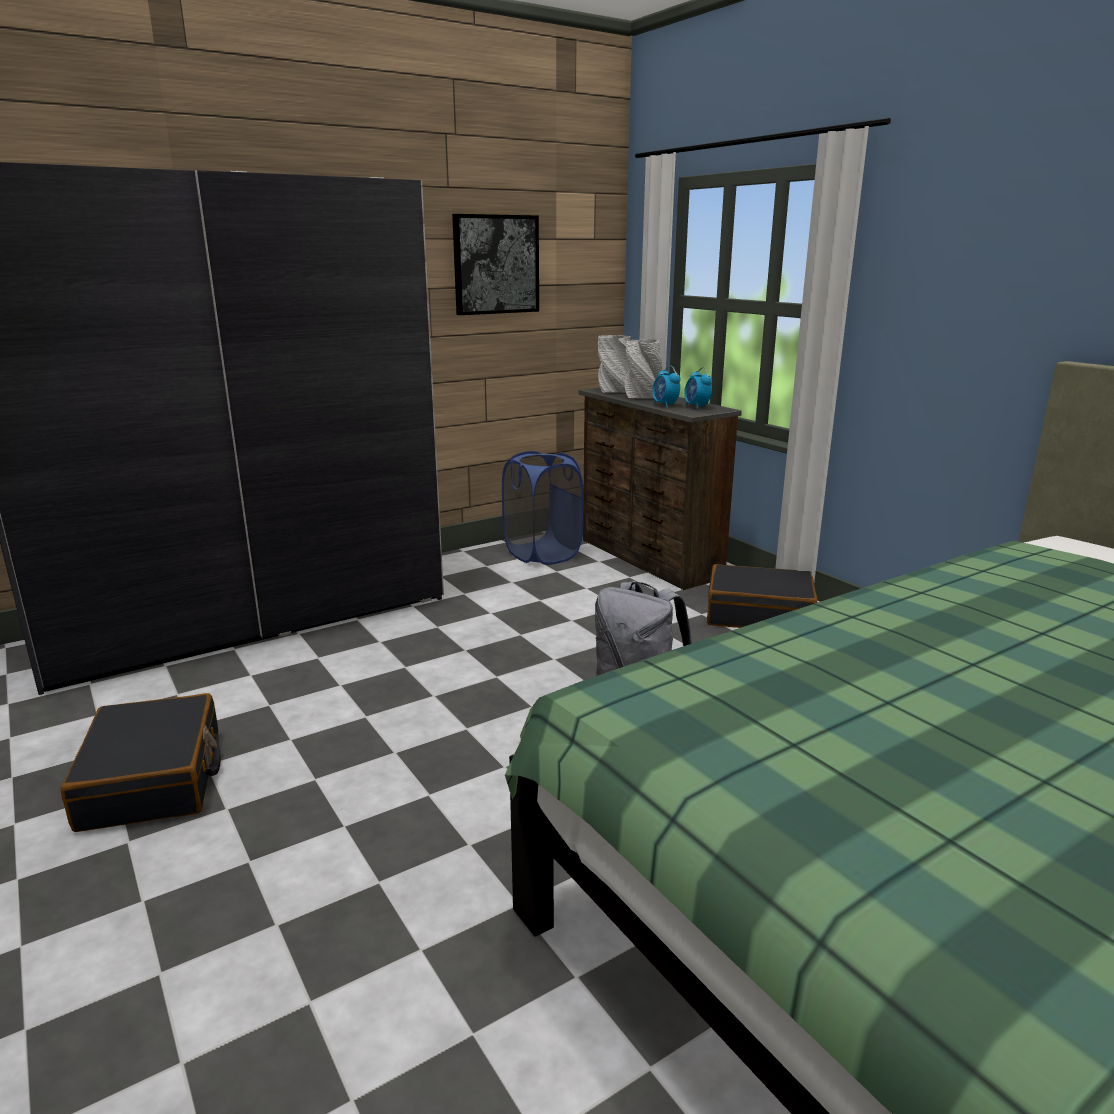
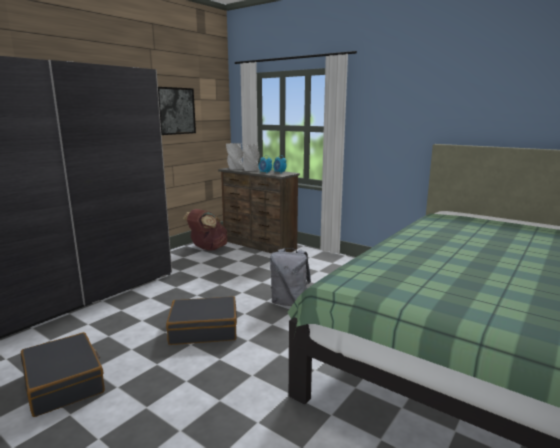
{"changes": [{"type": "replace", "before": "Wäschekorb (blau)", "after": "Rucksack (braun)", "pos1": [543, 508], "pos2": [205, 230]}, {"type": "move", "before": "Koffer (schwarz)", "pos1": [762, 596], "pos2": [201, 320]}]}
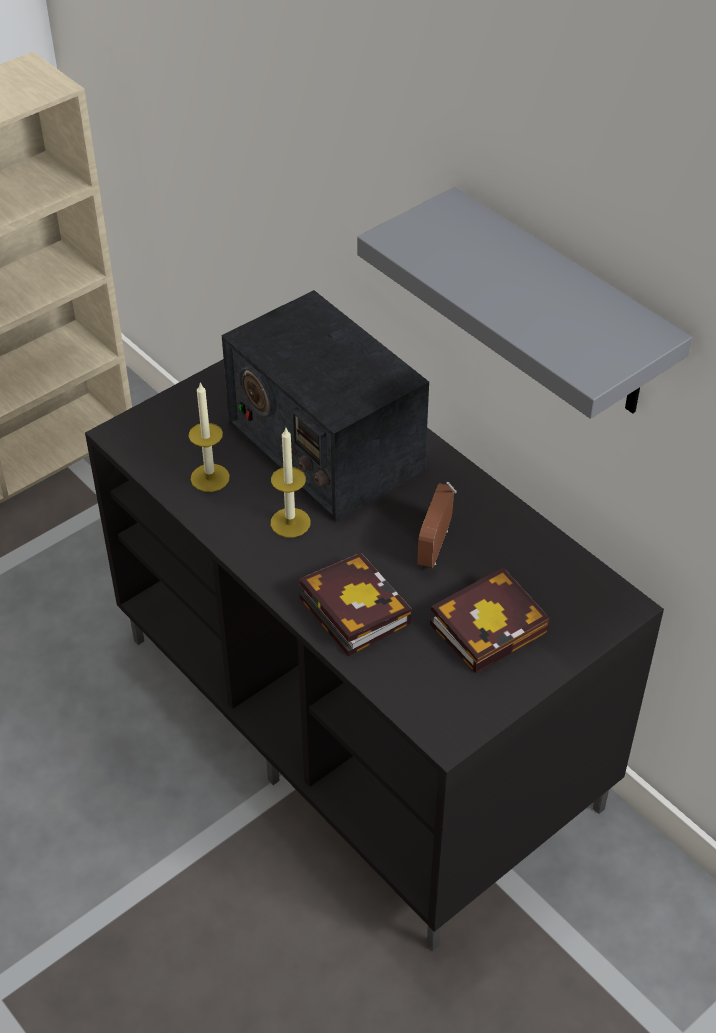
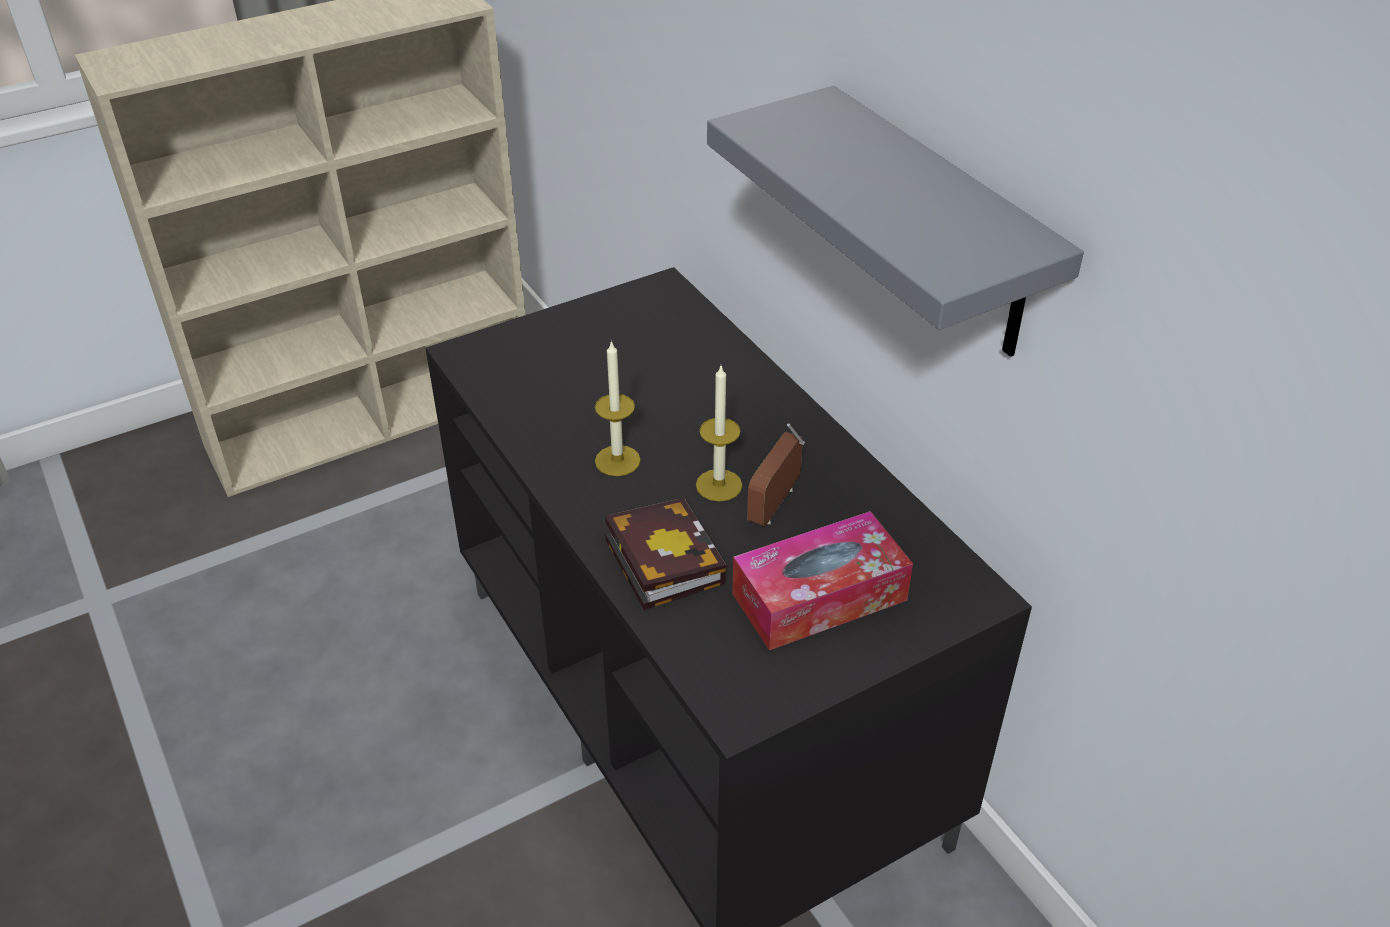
{"changes": [{"type": "delete", "before": "Radio", "pos1": [325, 406]}, {"type": "move", "before": "Kerze", "pos1": [209, 437], "pos2": [719, 434]}, {"type": "replace", "before": "Buch", "after": "Taschentuchbox", "pos1": [490, 620], "pos2": [822, 580]}]}
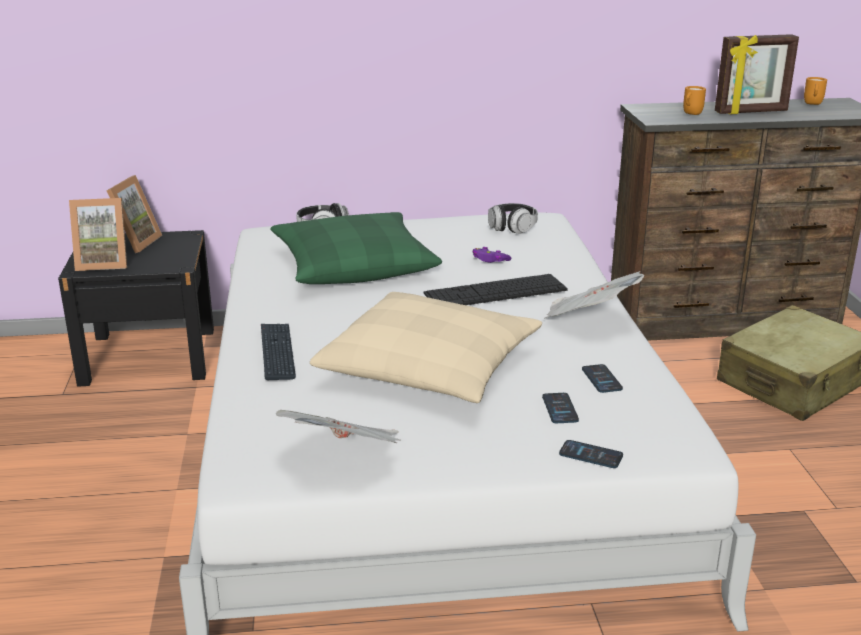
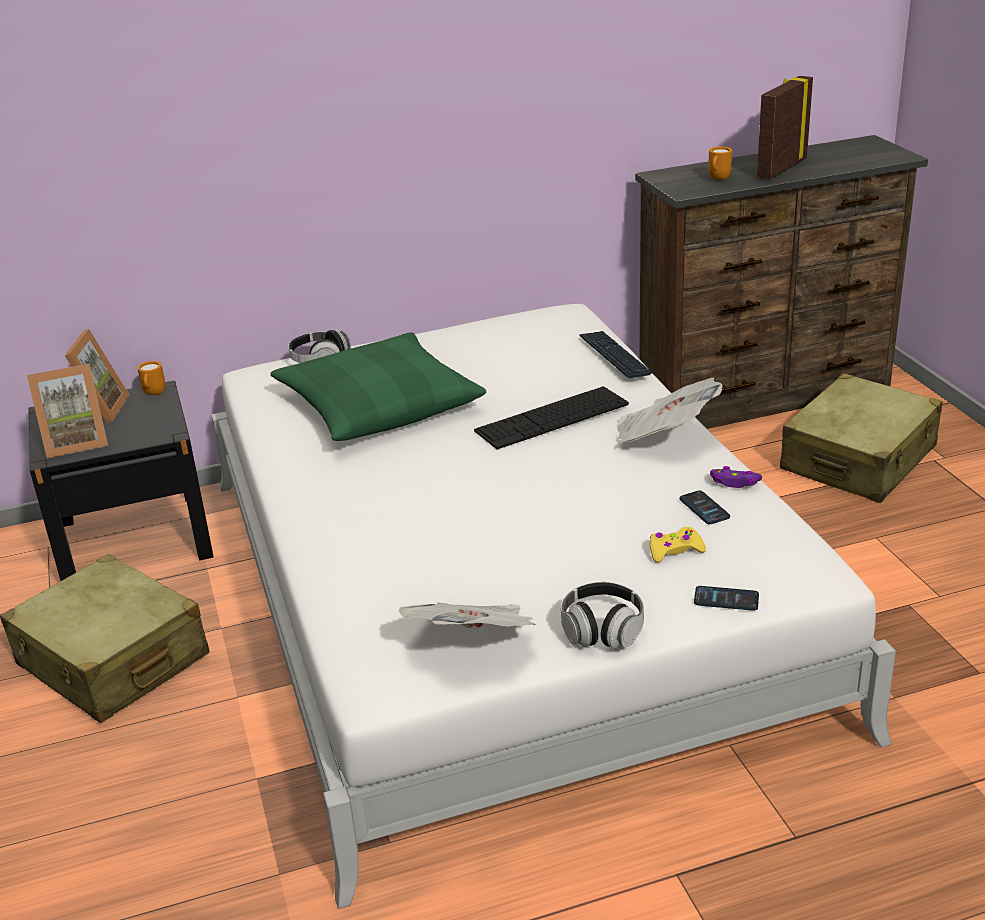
{"changes": [{"type": "rotate", "before": "Bilderrahmen", "pos1": [757, 74], "pos2": [785, 128], "turn": 150}, {"type": "move", "before": "Henkelbecher (orange)", "pos1": [815, 91], "pos2": [151, 378]}, {"type": "move", "before": "Kopfhörer", "pos1": [513, 218], "pos2": [602, 615]}, {"type": "move", "before": "Gamepad (lila)", "pos1": [491, 255], "pos2": [736, 477]}, {"type": "delete", "before": "Kissen (beige)", "pos1": [426, 347]}, {"type": "move", "before": "Tastatur", "pos1": [278, 352], "pos2": [615, 355]}, {"type": "replace", "before": "Handy", "after": "Gamepad (gelb)", "pos1": [560, 408], "pos2": [678, 545]}, {"type": "insert", "after": "Koffer (beige)", "pos2": [105, 638]}]}
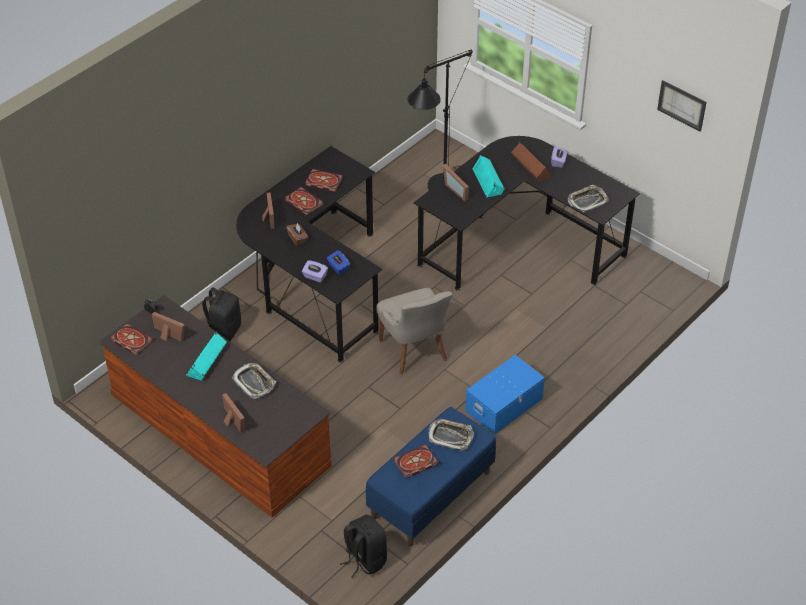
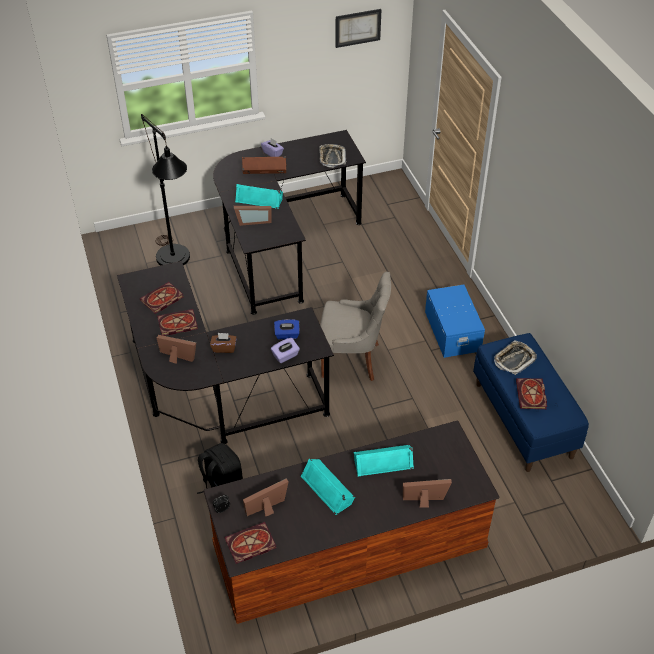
{"changes": [{"type": "replace", "before": "Tablett", "after": "Lautsprecher (türkis)", "pos1": [254, 381], "pos2": [384, 460]}, {"type": "delete", "before": "Rucksack (schwarz)", "pos1": [363, 546]}]}
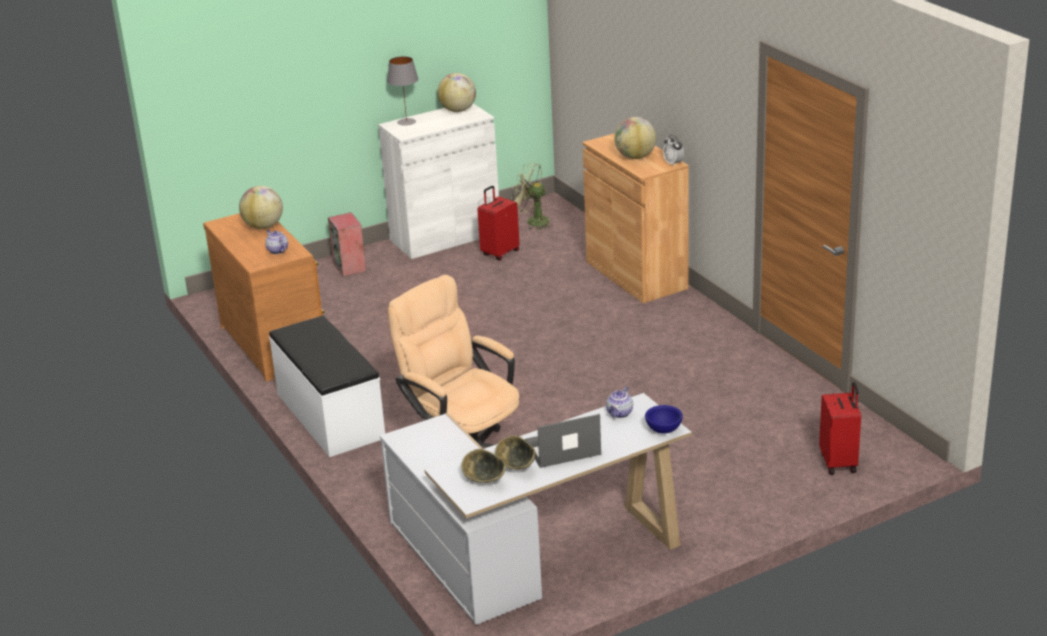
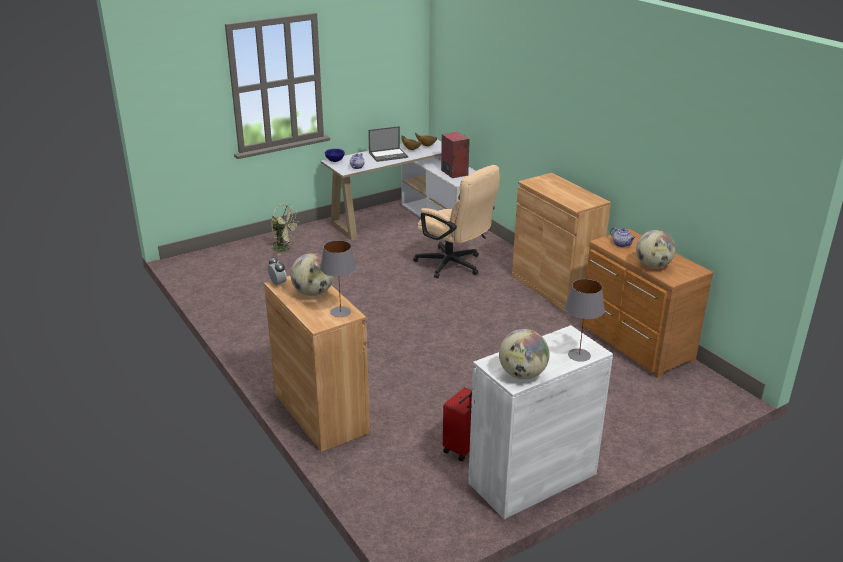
{"changes": [{"type": "move", "before": "Ventilator (grün)", "pos1": [532, 196], "pos2": [285, 230]}, {"type": "move", "before": "Lautsprecher", "pos1": [347, 244], "pos2": [455, 155]}, {"type": "replace", "before": "Bank (weiß)", "after": "Schrank (braun)", "pos1": [327, 386], "pos2": [561, 242]}, {"type": "delete", "before": "Koffer (rot)", "pos1": [840, 428]}, {"type": "insert", "after": "Tischlampe (grau)", "pos2": [338, 278]}]}
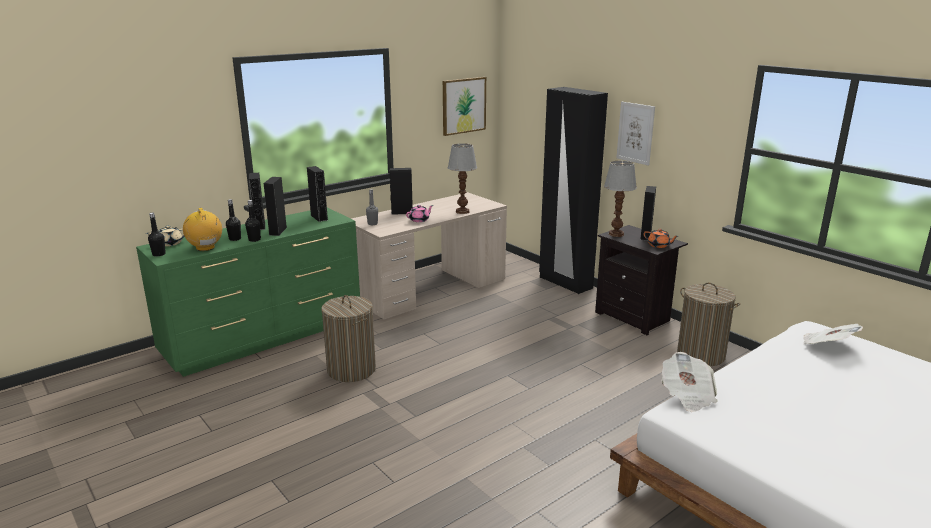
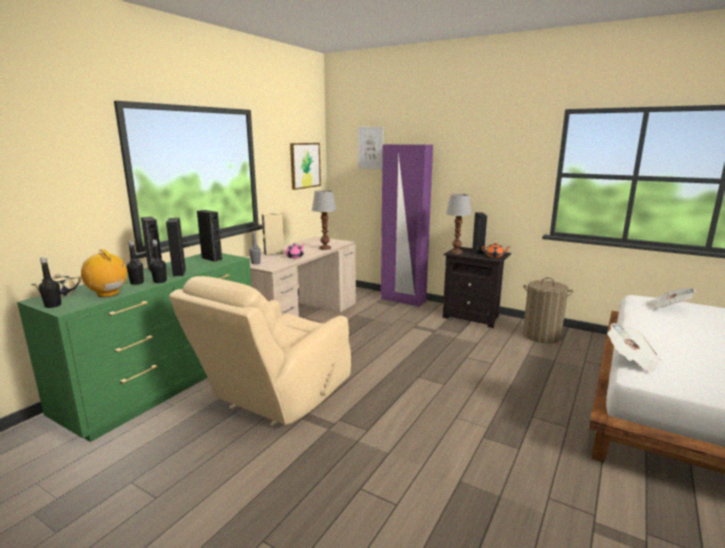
{"changes": [{"type": "recolor", "before": "Kleiderschrank (schwarz)", "after": "Kleiderschrank (lila)", "pos1": [573, 190], "pos2": [407, 225]}, {"type": "move", "before": "Bild", "pos1": [635, 133], "pos2": [371, 147]}, {"type": "recolor", "before": "Lautsprecher (schwarz)", "after": "Lautsprecher (beige)", "pos1": [401, 191], "pos2": [273, 234]}, {"type": "replace", "before": "Wäschekorb", "after": "Sessel (beige)", "pos1": [348, 338], "pos2": [260, 351]}]}
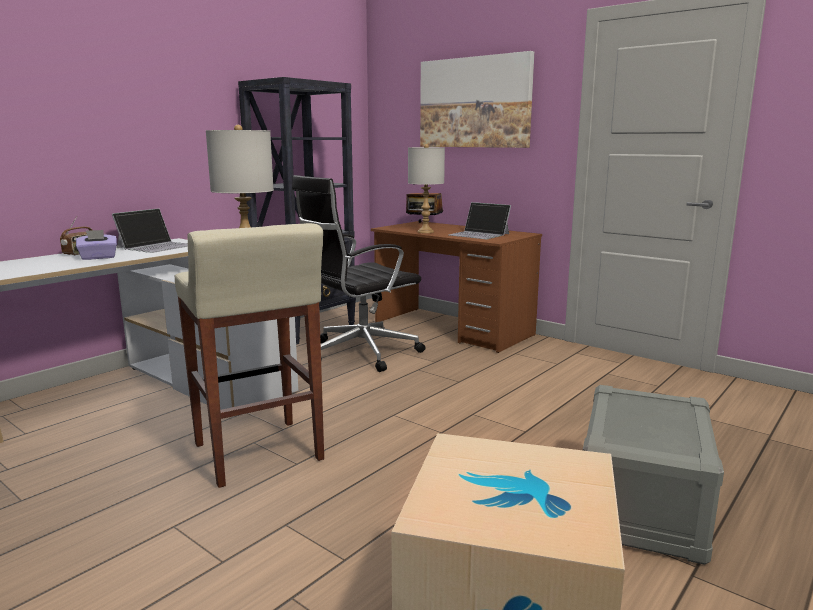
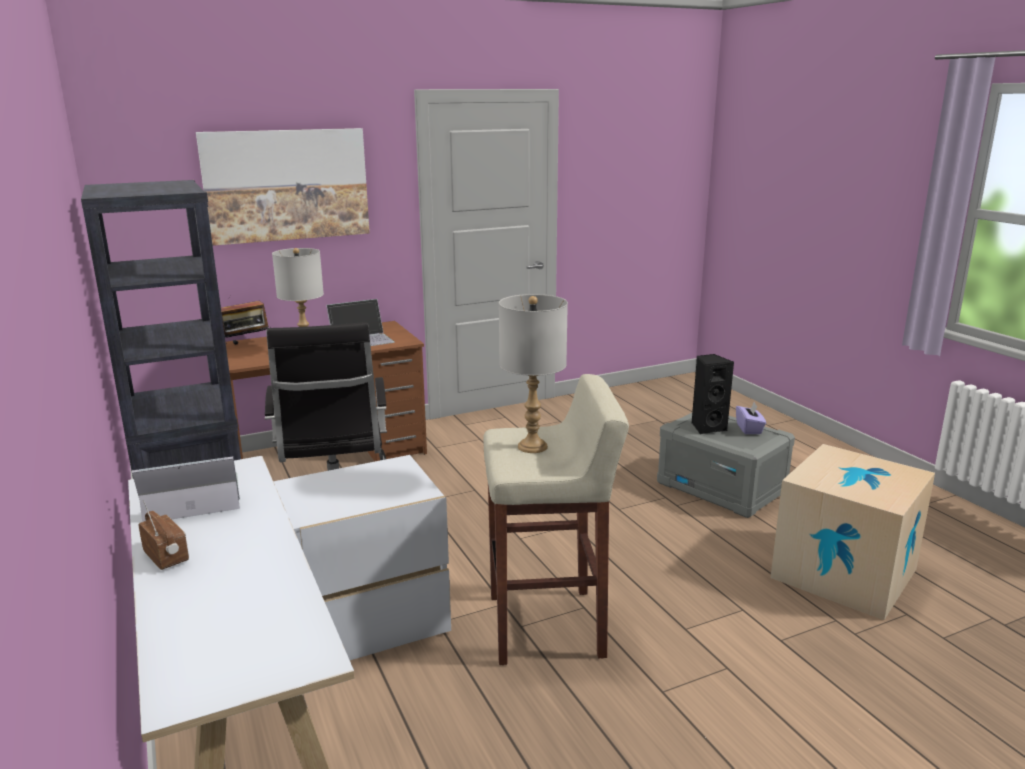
{"changes": [{"type": "rotate", "before": "Laptop", "pos1": [150, 230], "pos2": [186, 489], "turn": -75}, {"type": "move", "before": "Taschentuchbox (lila)", "pos1": [96, 245], "pos2": [751, 418]}, {"type": "insert", "after": "Lautsprecher (schwarz)", "pos2": [713, 394]}]}
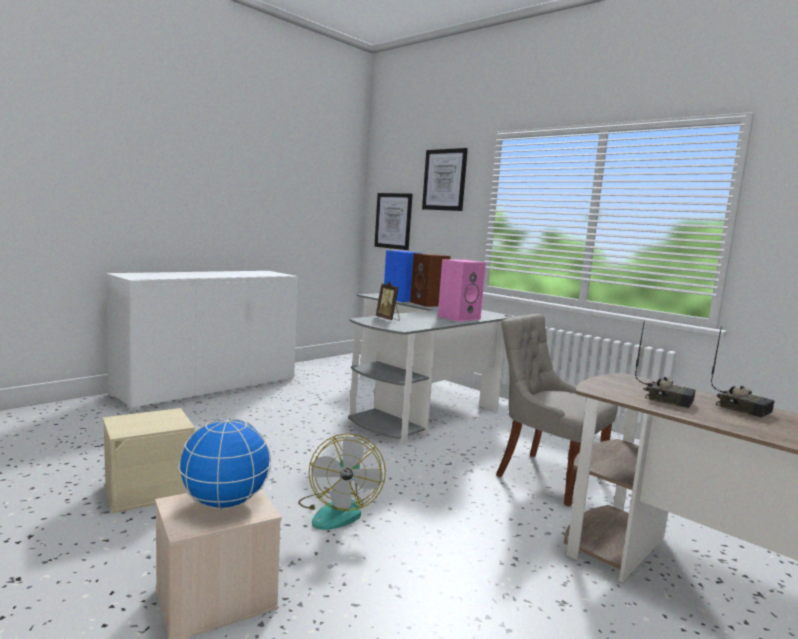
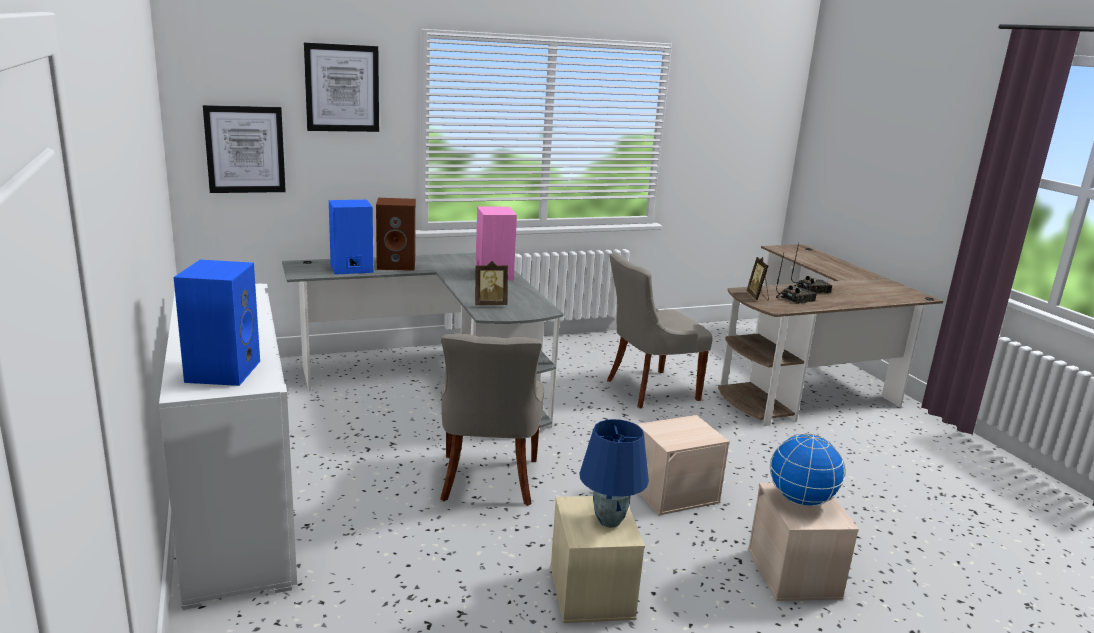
{"changes": [{"type": "replace", "before": "Ventilator", "after": "Aufbewahrungsbox (beige)", "pos1": [342, 481], "pos2": [683, 465]}, {"type": "insert", "after": "Bilderrahmen", "pos2": [757, 278]}, {"type": "insert", "after": "Lautsprecher (blau)", "pos2": [217, 323]}, {"type": "insert", "after": "Stuhl (grau)", "pos2": [492, 419]}, {"type": "insert", "after": "Tischlampe (blau)", "pos2": [614, 473]}]}
